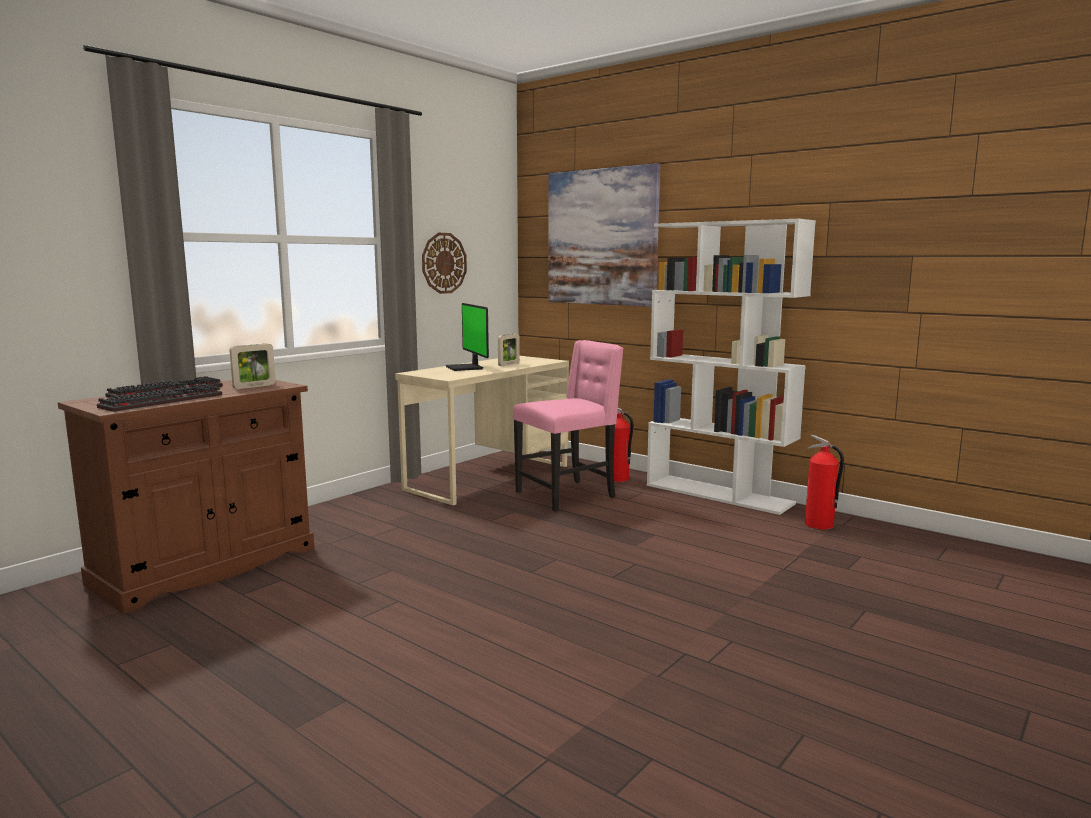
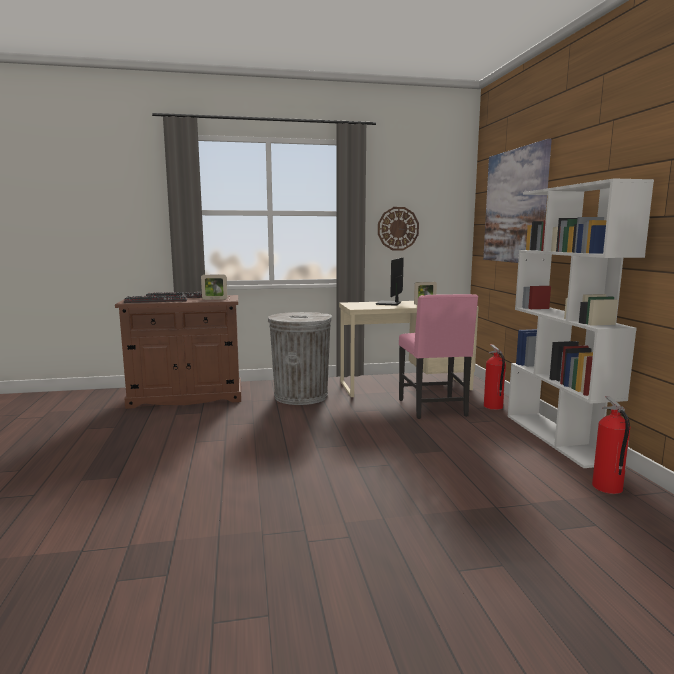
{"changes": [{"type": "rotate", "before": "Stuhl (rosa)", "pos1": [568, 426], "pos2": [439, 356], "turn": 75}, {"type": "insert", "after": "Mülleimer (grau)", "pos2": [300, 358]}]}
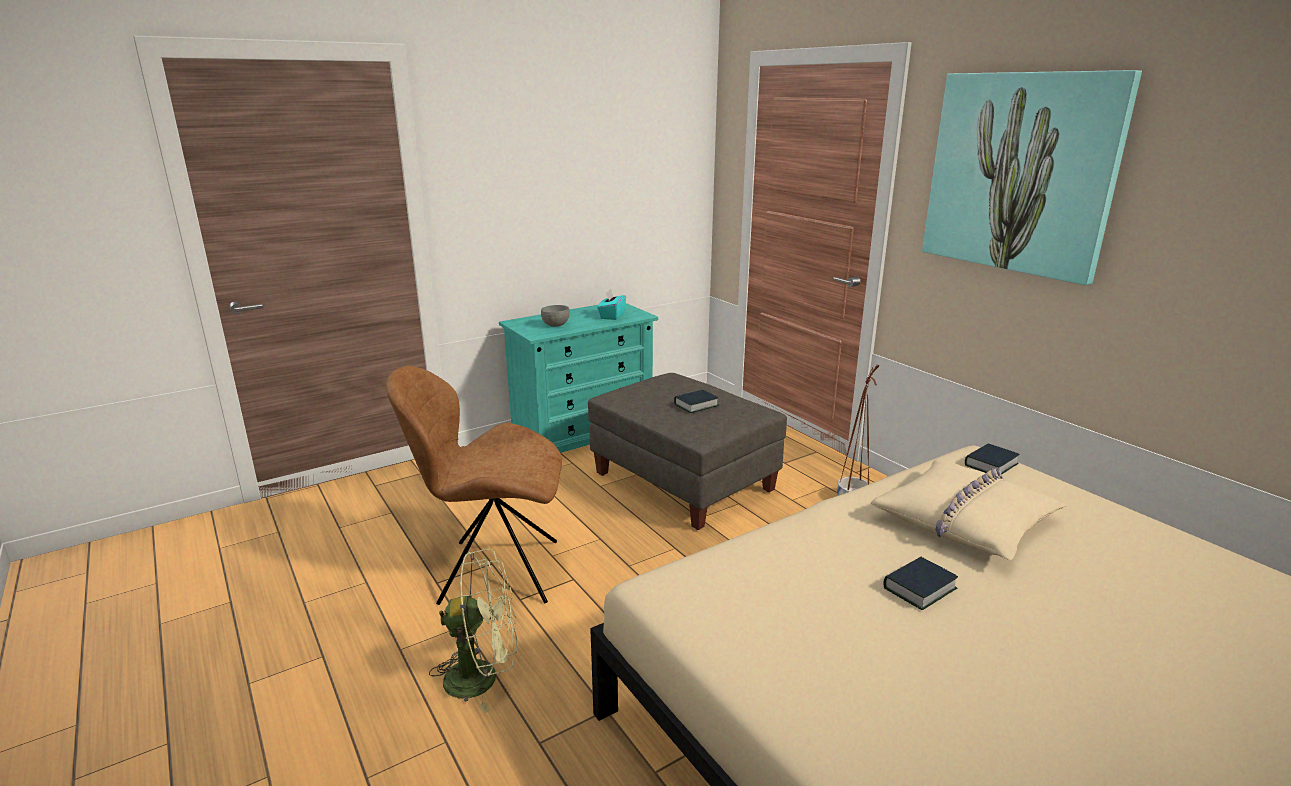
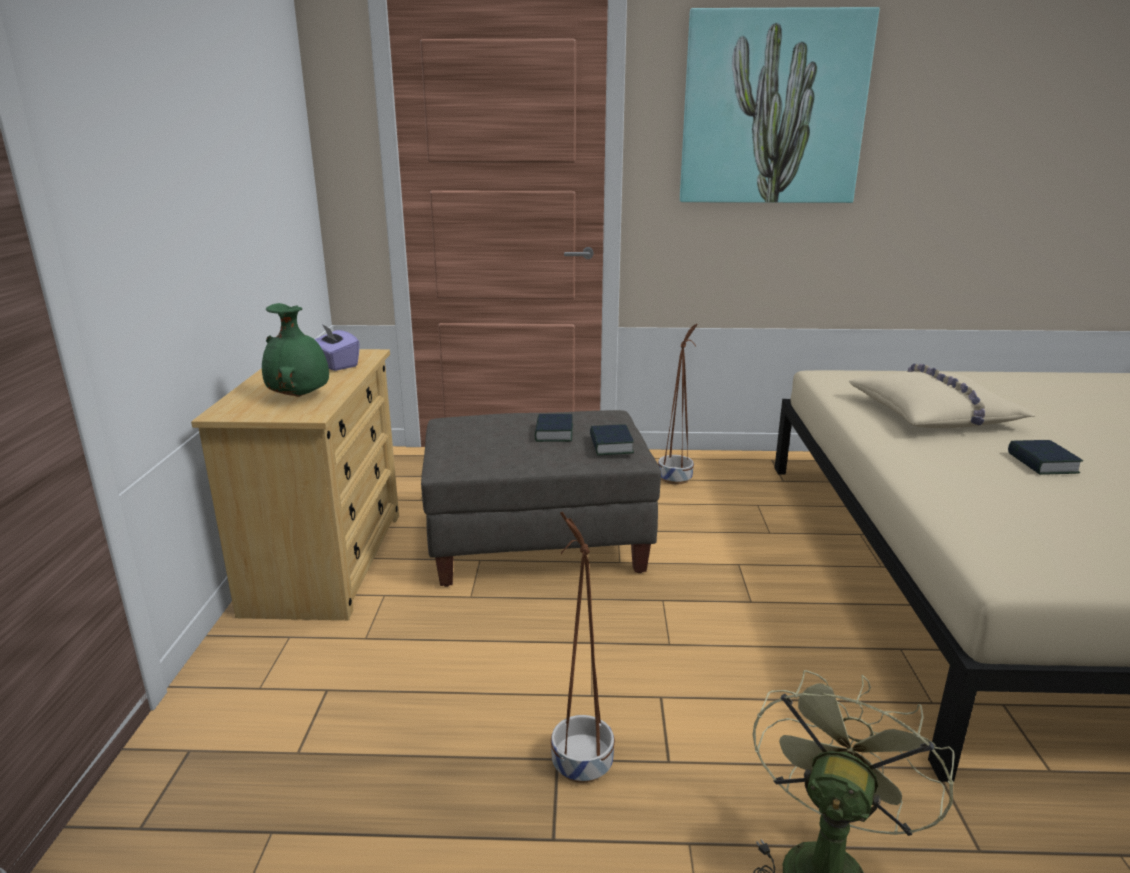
{"changes": [{"type": "recolor", "before": "Taschentuchbox (türkis)", "after": "Taschentuchbox (lila)", "pos1": [611, 304], "pos2": [337, 347]}, {"type": "recolor", "before": "Kommode (türkis)", "after": "Kommode (beige)", "pos1": [578, 378], "pos2": [295, 484]}, {"type": "replace", "before": "Schüssel (grau)", "after": "Vase (grün)", "pos1": [555, 316], "pos2": [295, 350]}, {"type": "replace", "before": "Stuhl (braun)", "after": "Pflanzkübel (braun)", "pos1": [474, 485], "pos2": [583, 647]}, {"type": "move", "before": "Buch", "pos1": [992, 458], "pos2": [612, 439]}]}
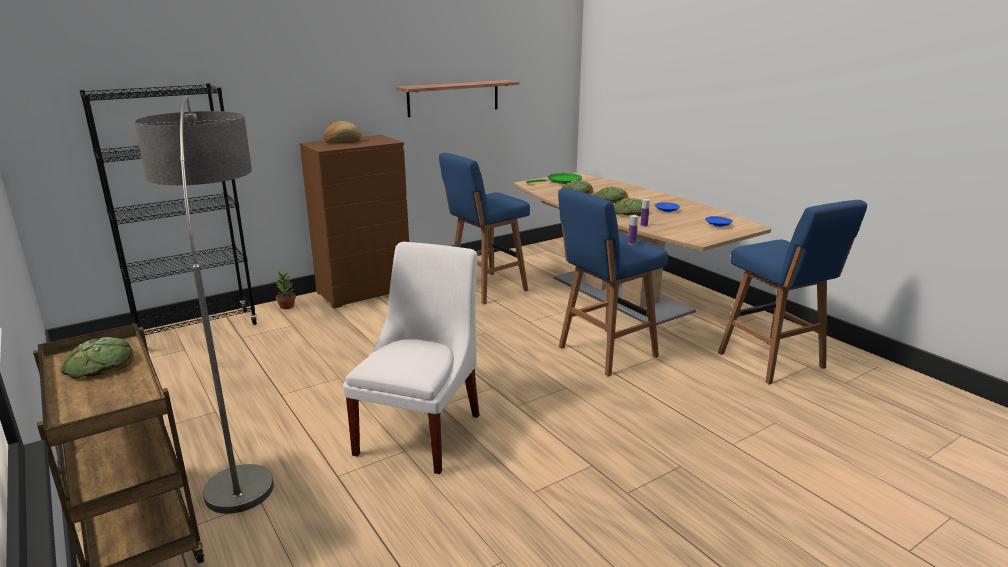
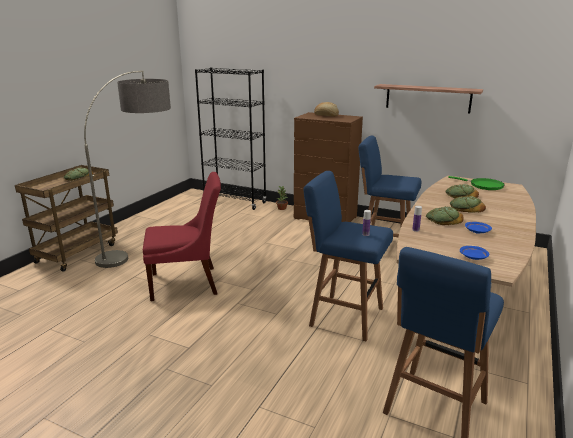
{"changes": [{"type": "recolor", "before": "Stuhl (weiß)", "after": "Stuhl (rot)", "pos1": [411, 358], "pos2": [182, 236]}]}
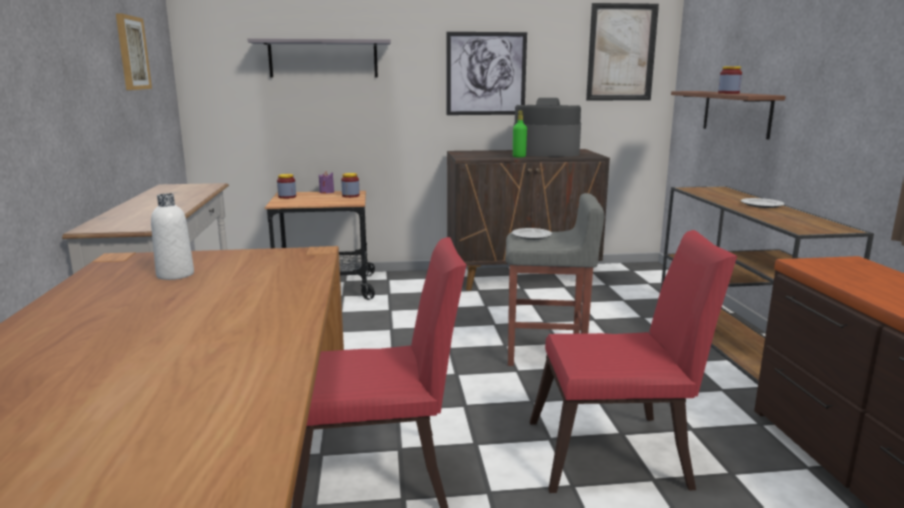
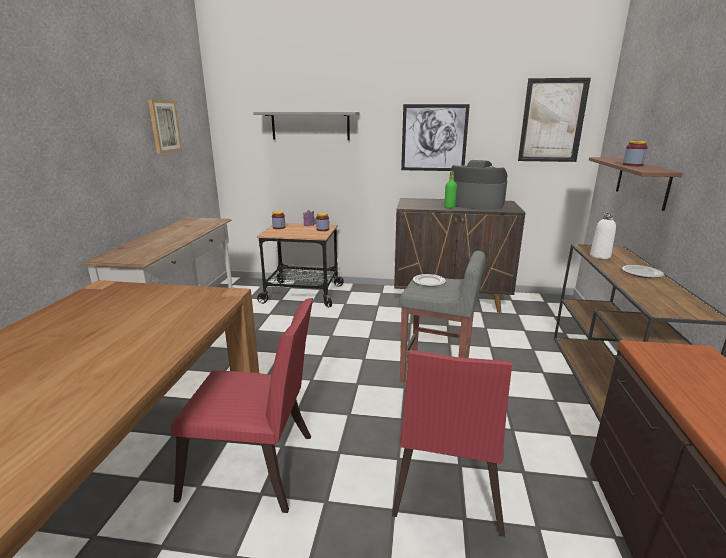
{"changes": [{"type": "move", "before": "Flasche (weiß)", "pos1": [172, 236], "pos2": [603, 236]}, {"type": "rotate", "before": "Stuhl (rot)", "pos1": [633, 361], "pos2": [452, 443], "turn": 90}]}
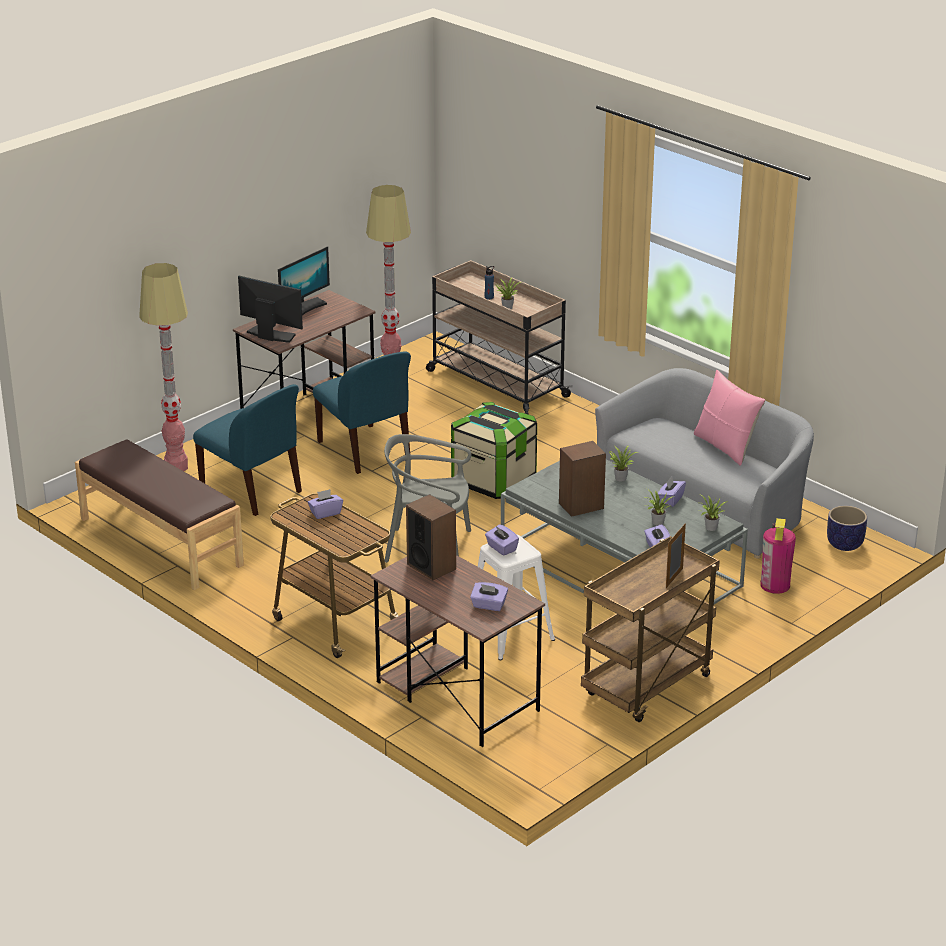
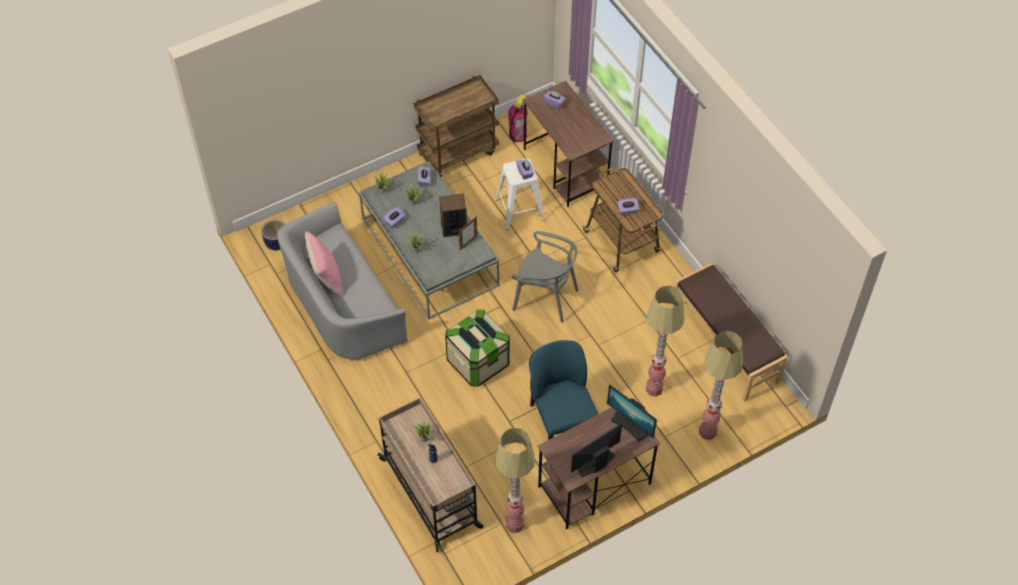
{"changes": [{"type": "replace", "before": "Stuhl (blau)", "after": "Stehlampe", "pos1": [247, 450], "pos2": [665, 341]}, {"type": "delete", "before": "Lautsprecher", "pos1": [431, 537]}, {"type": "move", "before": "Feuerlöscher", "pos1": [778, 556], "pos2": [518, 118]}, {"type": "move", "before": "Bilderrahmen", "pos1": [676, 555], "pos2": [468, 233]}]}
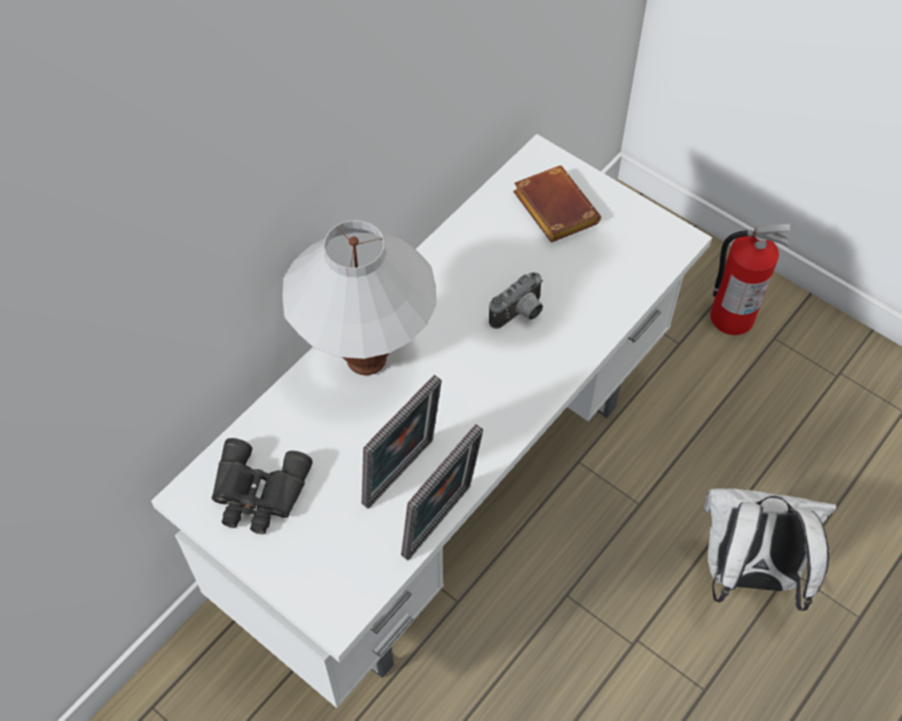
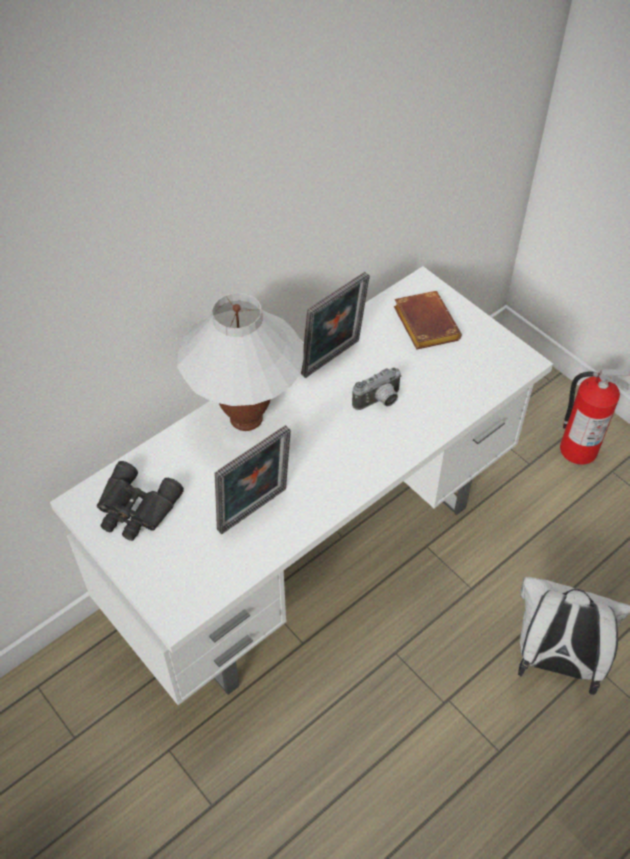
{"changes": [{"type": "move", "before": "Bilderrahmen", "pos1": [442, 492], "pos2": [335, 325]}]}
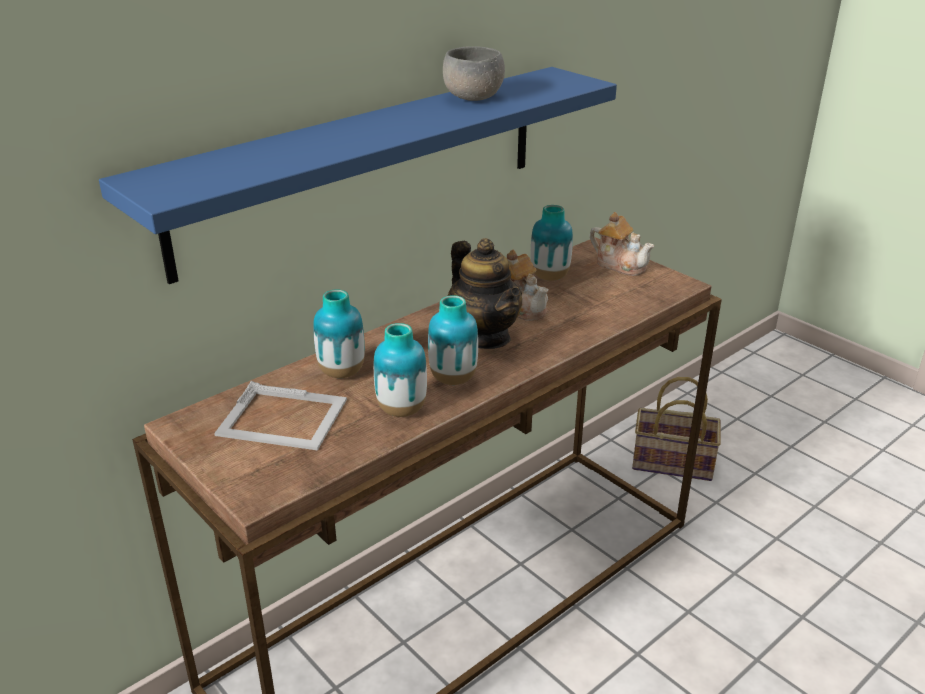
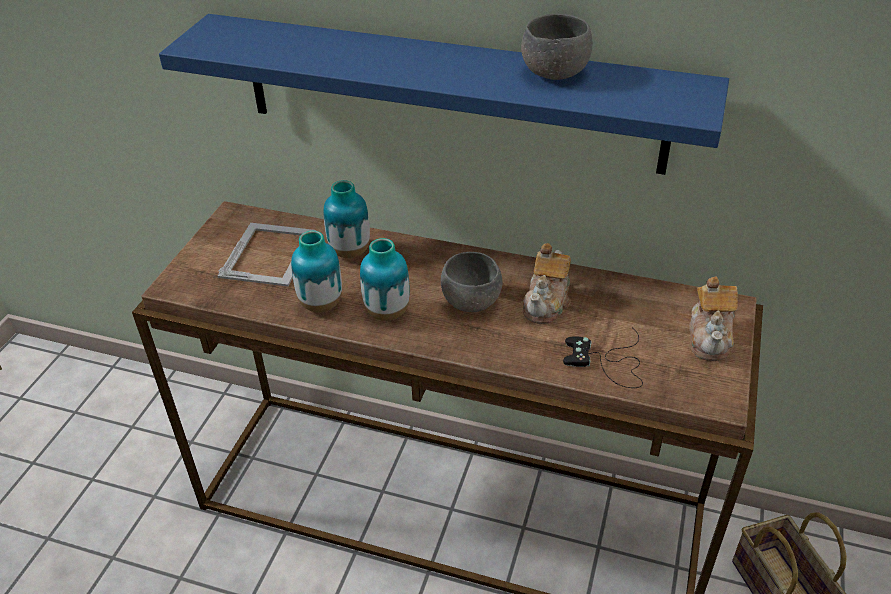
{"changes": [{"type": "delete", "before": "Vase", "pos1": [552, 243]}, {"type": "replace", "before": "Teekanne", "after": "Schüssel (grau)", "pos1": [485, 293], "pos2": [472, 282]}, {"type": "rotate", "before": "Bilderrahmen", "pos1": [280, 416], "pos2": [267, 255], "turn": -150}, {"type": "insert", "after": "Gamepad (schwarz)", "pos2": [603, 358]}]}
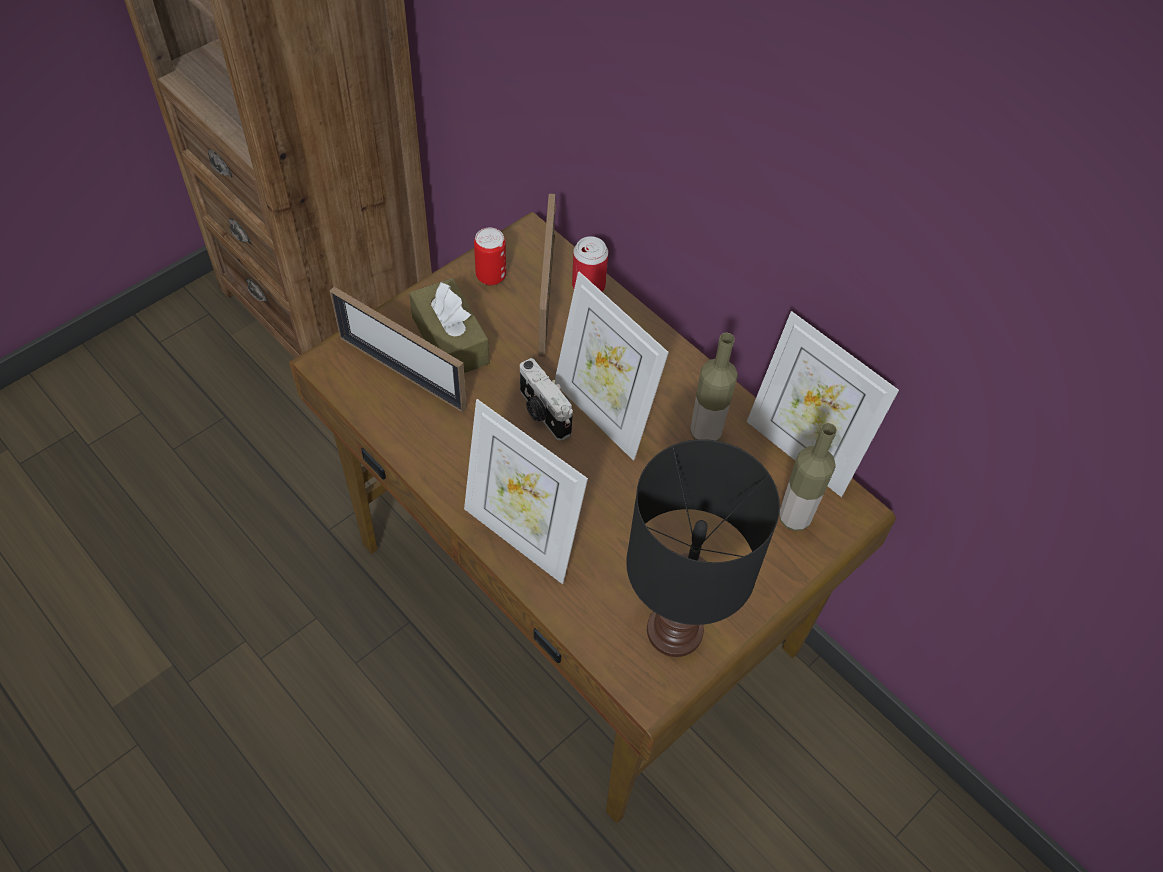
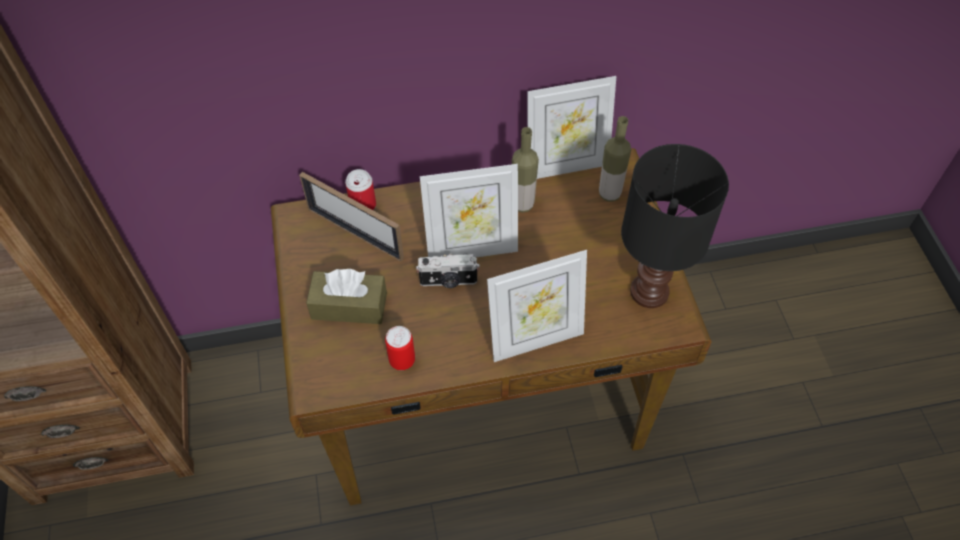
{"changes": [{"type": "move", "before": "Dose", "pos1": [490, 257], "pos2": [400, 348]}, {"type": "delete", "before": "Bilderrahmen", "pos1": [398, 349]}]}
